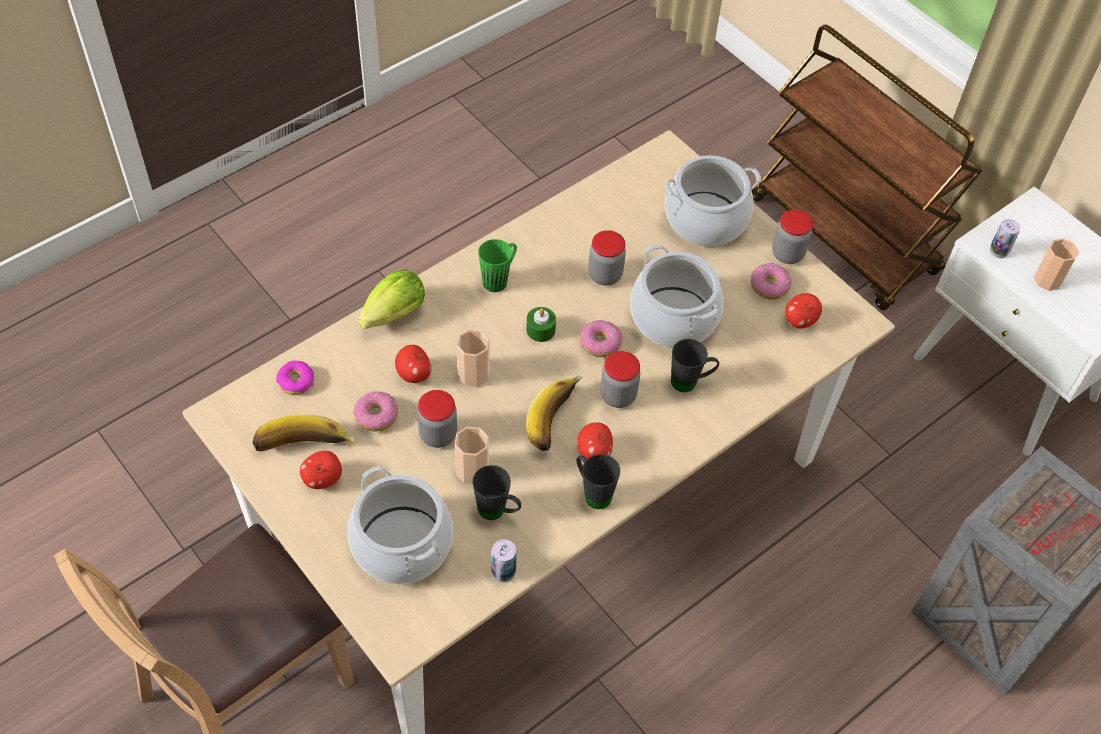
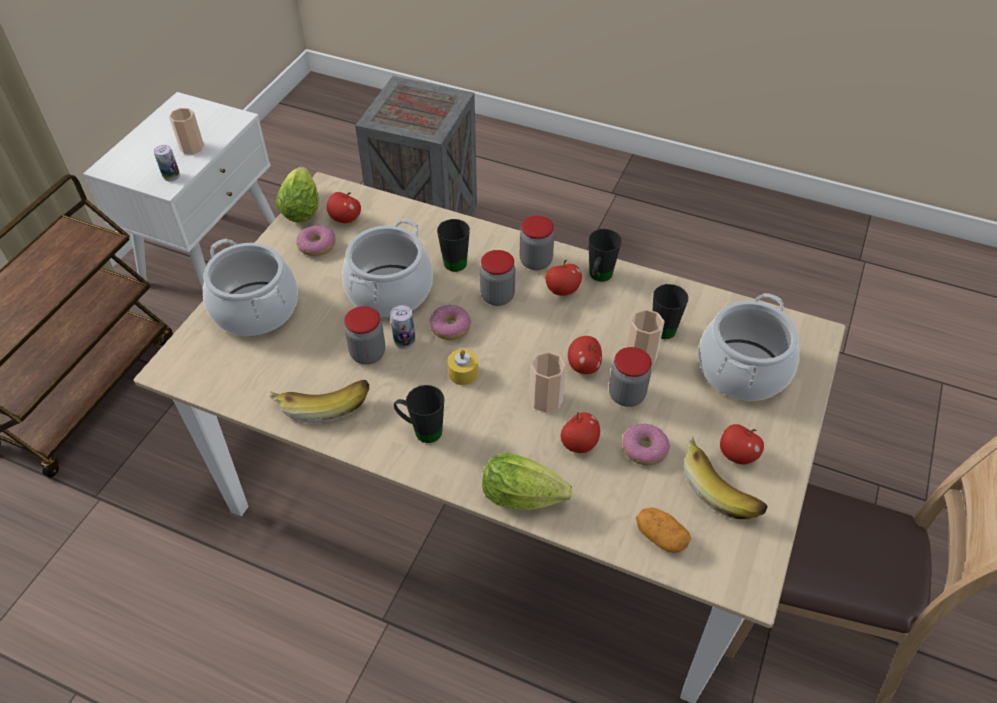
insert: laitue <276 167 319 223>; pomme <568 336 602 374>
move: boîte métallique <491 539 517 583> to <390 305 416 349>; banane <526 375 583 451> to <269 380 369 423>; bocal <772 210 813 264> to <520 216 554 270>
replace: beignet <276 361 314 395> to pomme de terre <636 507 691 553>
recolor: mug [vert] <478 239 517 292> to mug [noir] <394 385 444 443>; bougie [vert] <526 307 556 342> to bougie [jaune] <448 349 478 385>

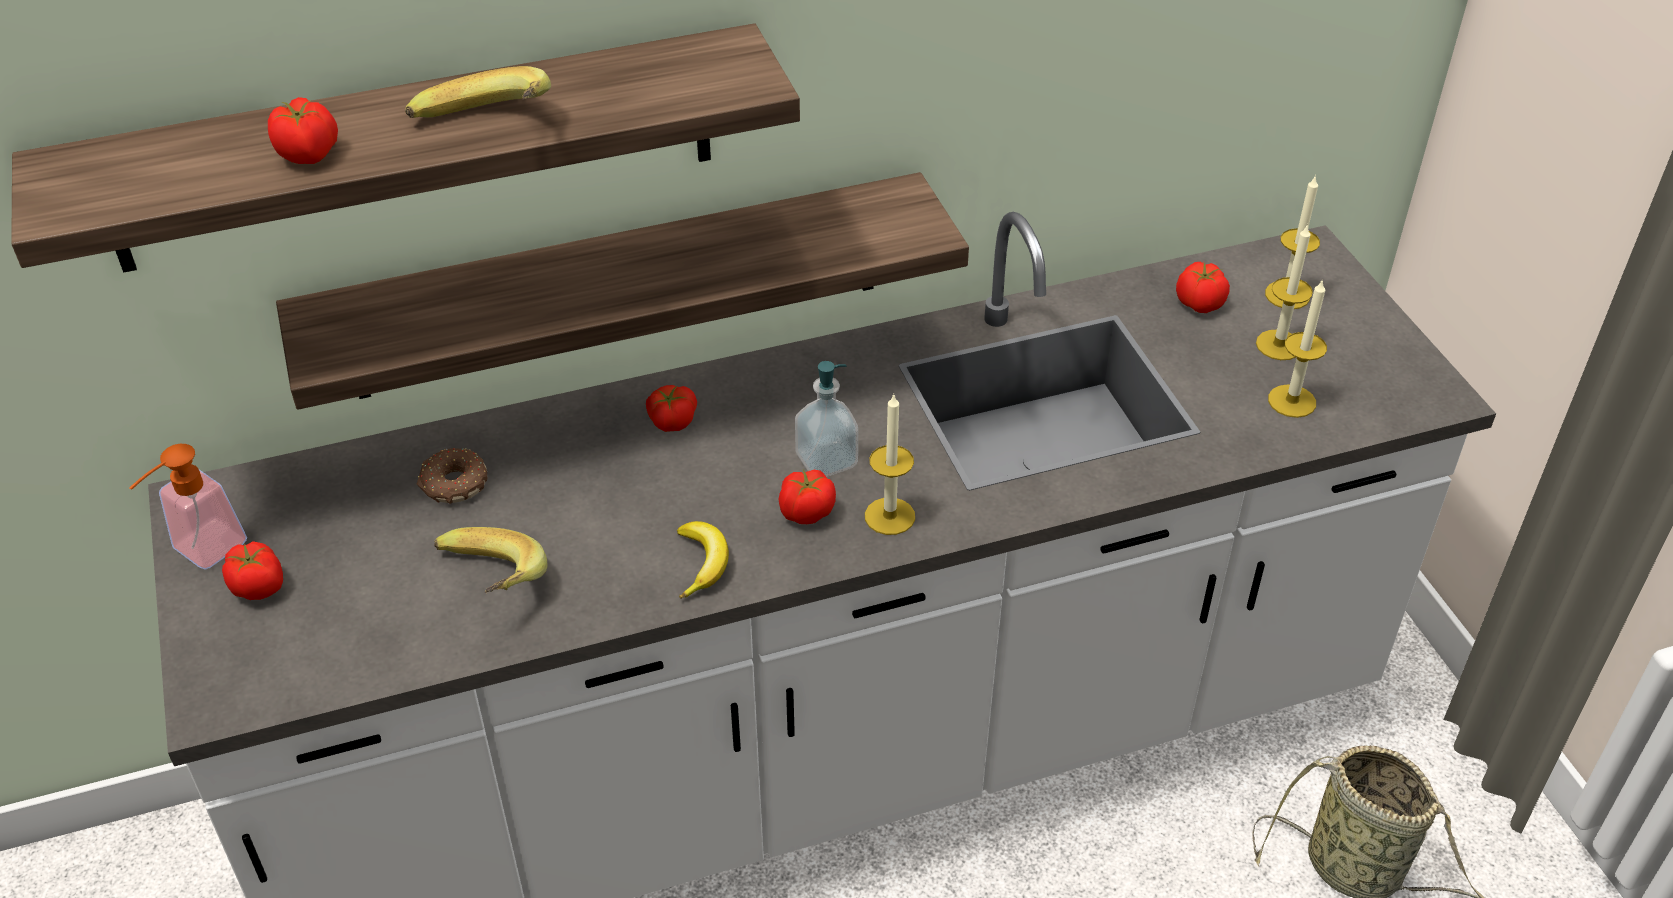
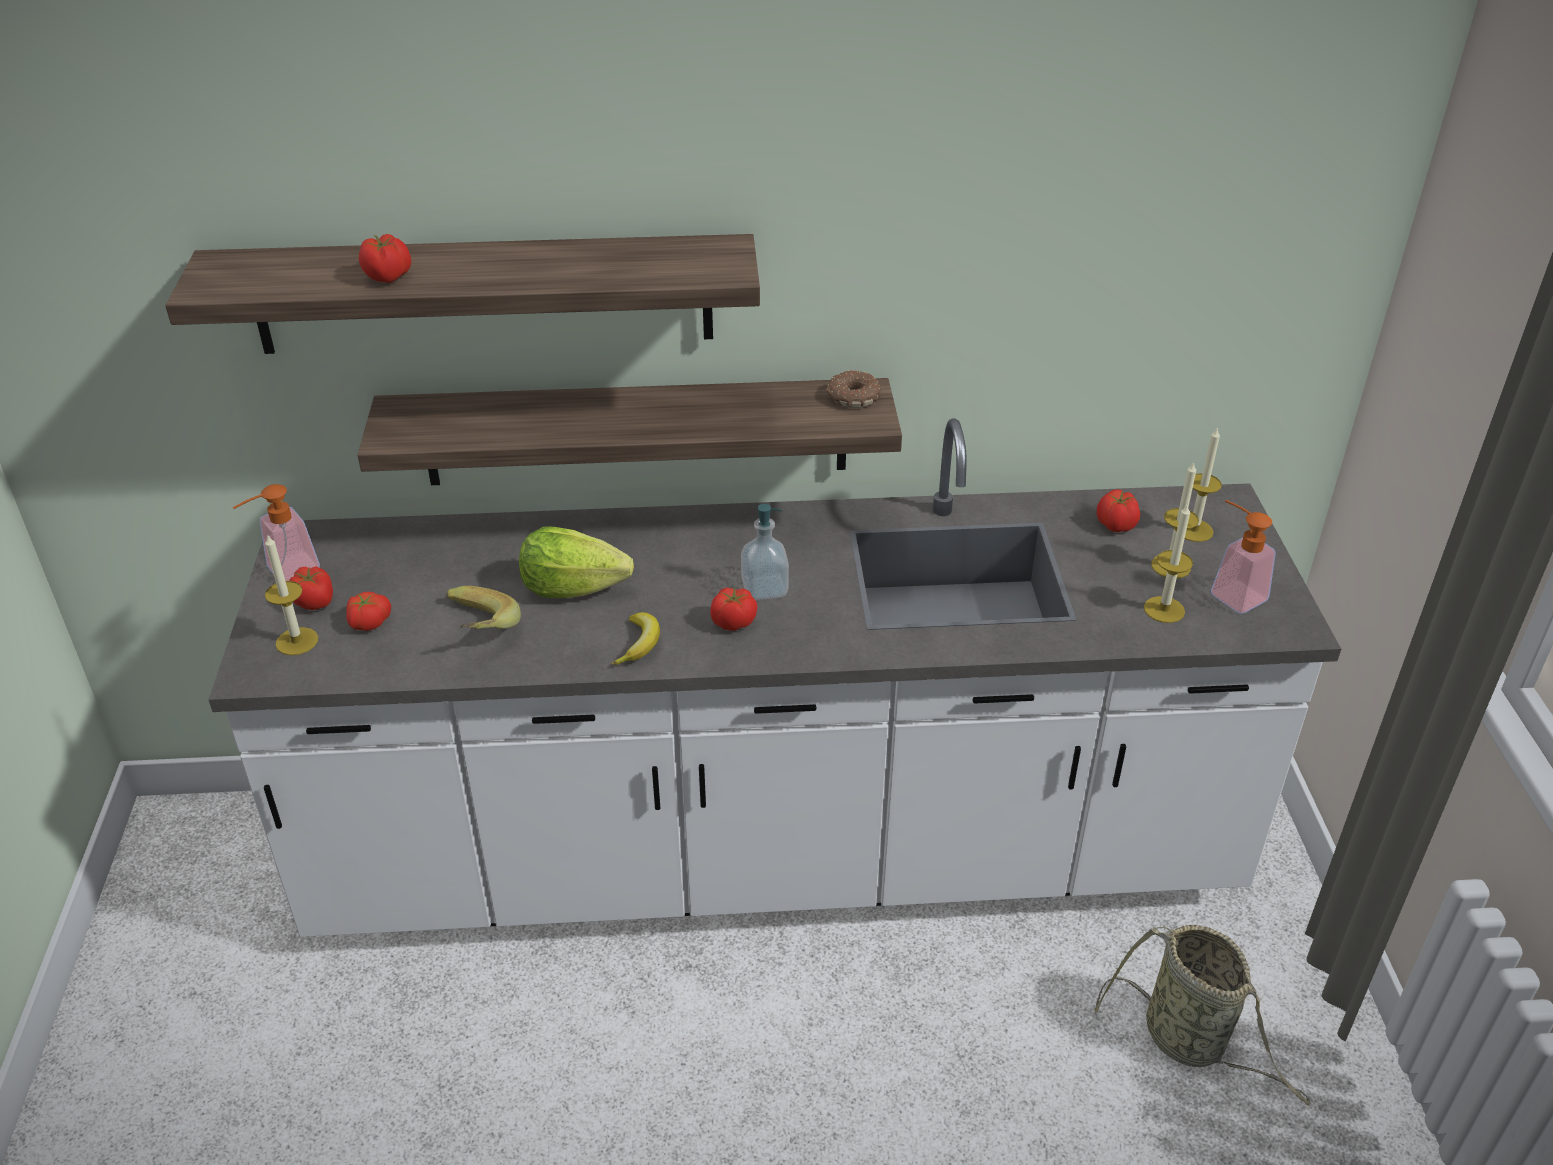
delete: banane <405 66 551 118>
insert: laitue <519 527 634 598>; distributeur de savon <1211 500 1276 614>
move: beignet <417 448 487 504> to <826 370 881 408>; tomate <646 385 697 432> to <346 592 391 631>; bougie <865 394 915 535> to <265 534 318 655>

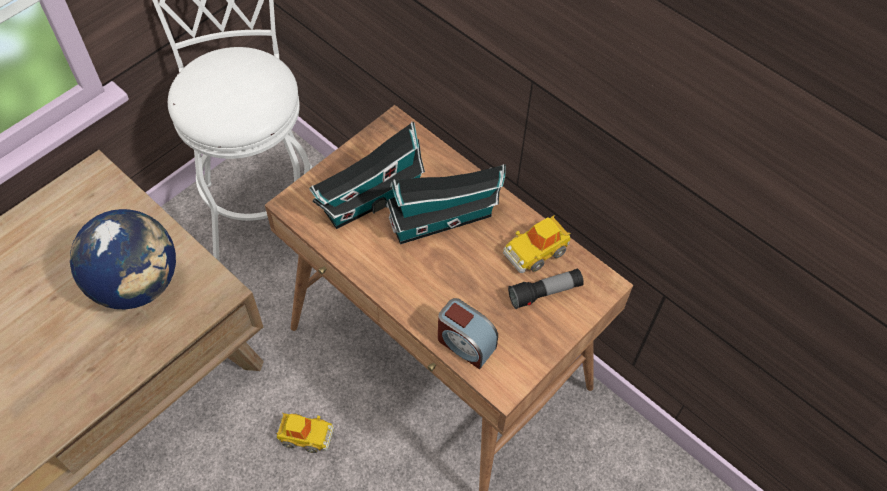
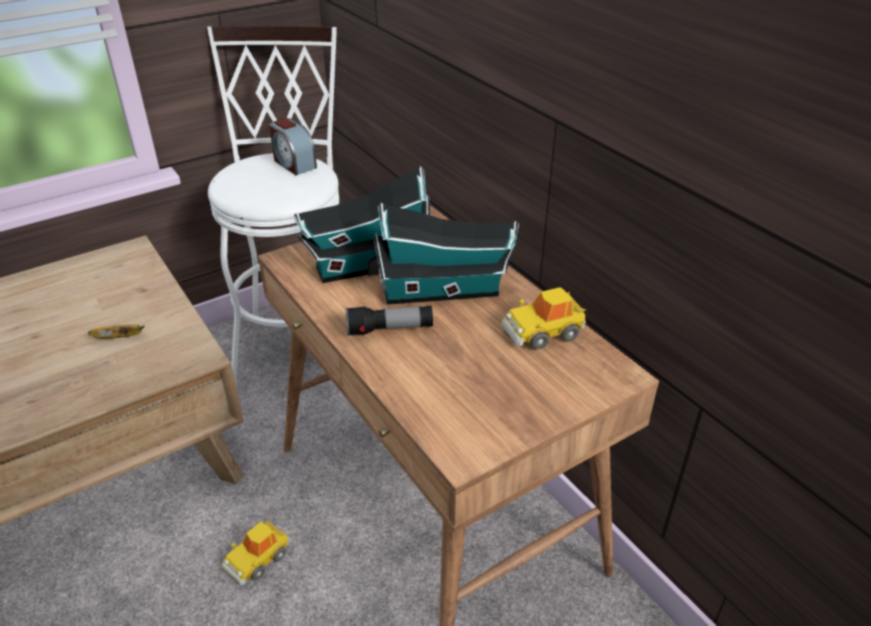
move: réveil <438 298 498 369> to <269 118 317 175>; lampe de poche <508 269 584 309> to <346 306 433 336>
replace: globe <70 209 176 309> to banane <88 325 144 339>
rotate: petite voiture <276 413 334 453> = <222 519 289 585> 105 degrees clockwise

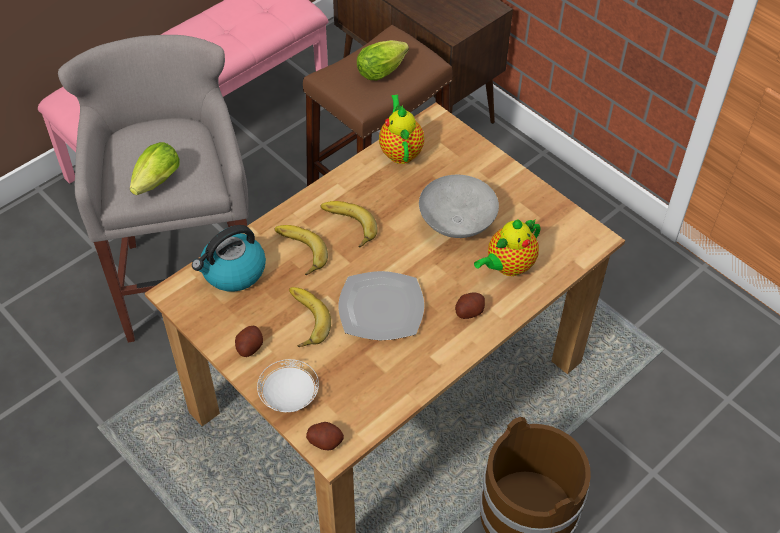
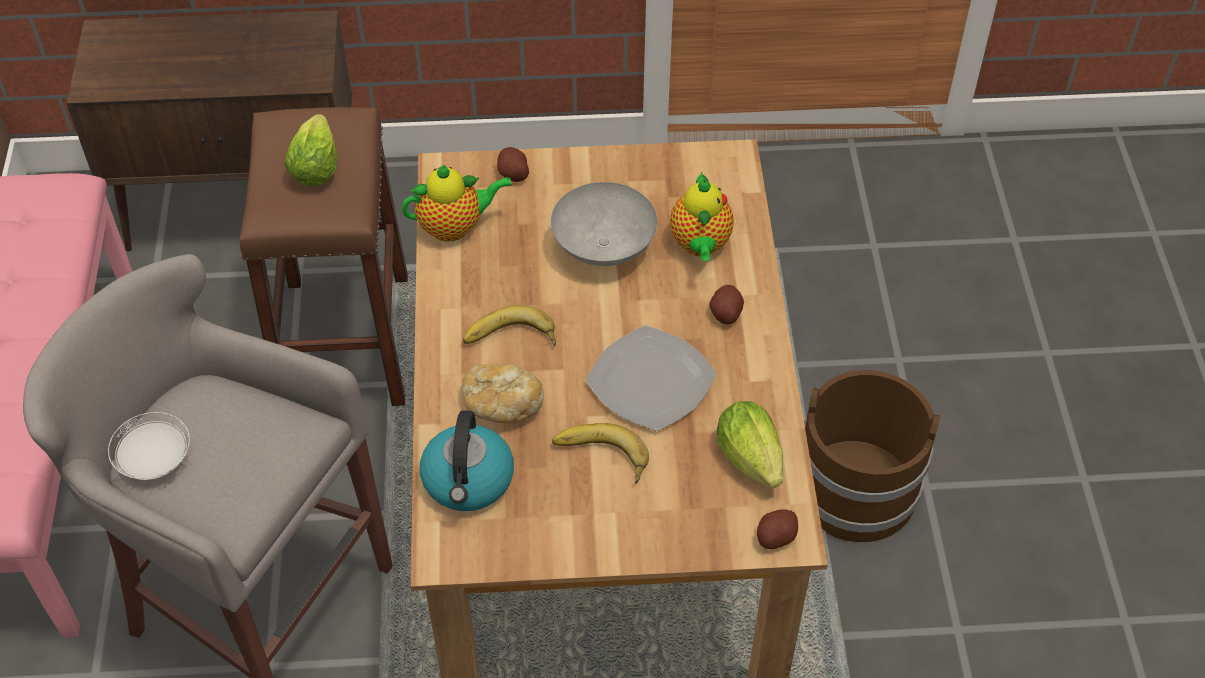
move: laitue <130 142 180 195> to <717 401 783 488>; pomme de terre <235 326 263 357> to <497 147 529 182>; assiette [blanc] <257 359 319 412> to <108 412 190 480>
replace: banane <275 225 328 275> to pain <462 364 544 423>
rotate: théière <379 95 424 164> = <402 165 512 242> 135 degrees clockwise

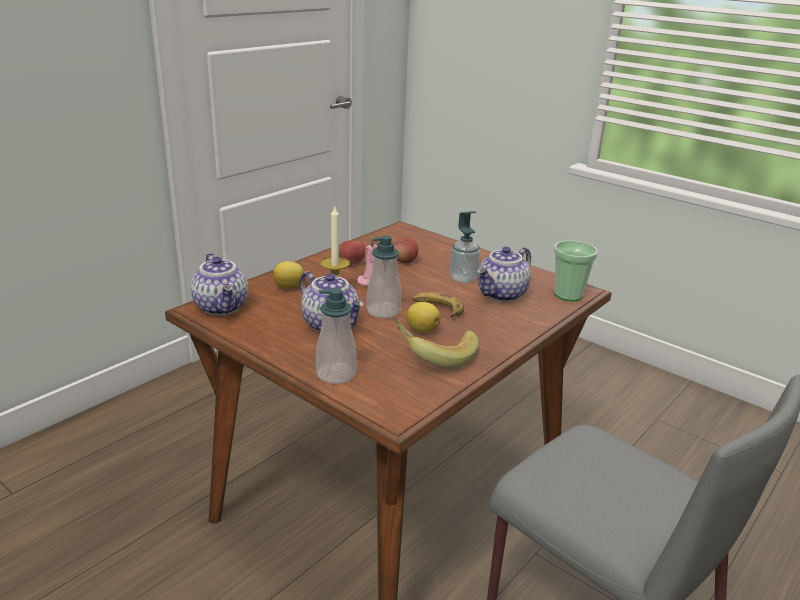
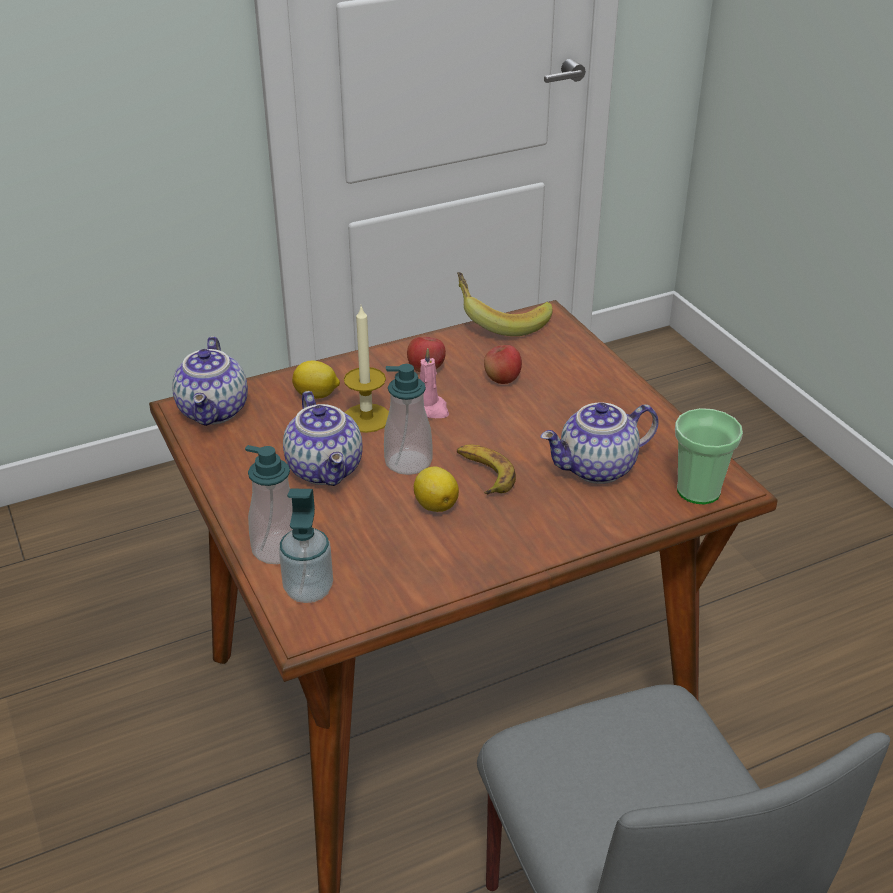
move: banane <392 317 479 367> to <457 272 552 336>; distributeur de savon <449 211 480 283> to <279 488 333 603>

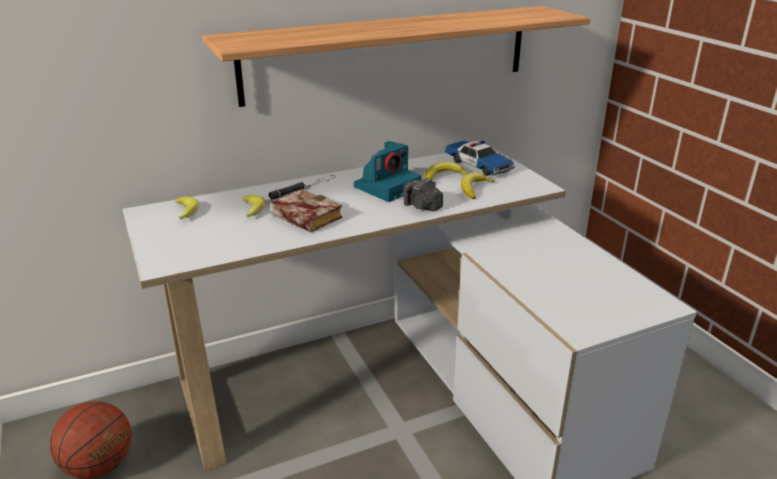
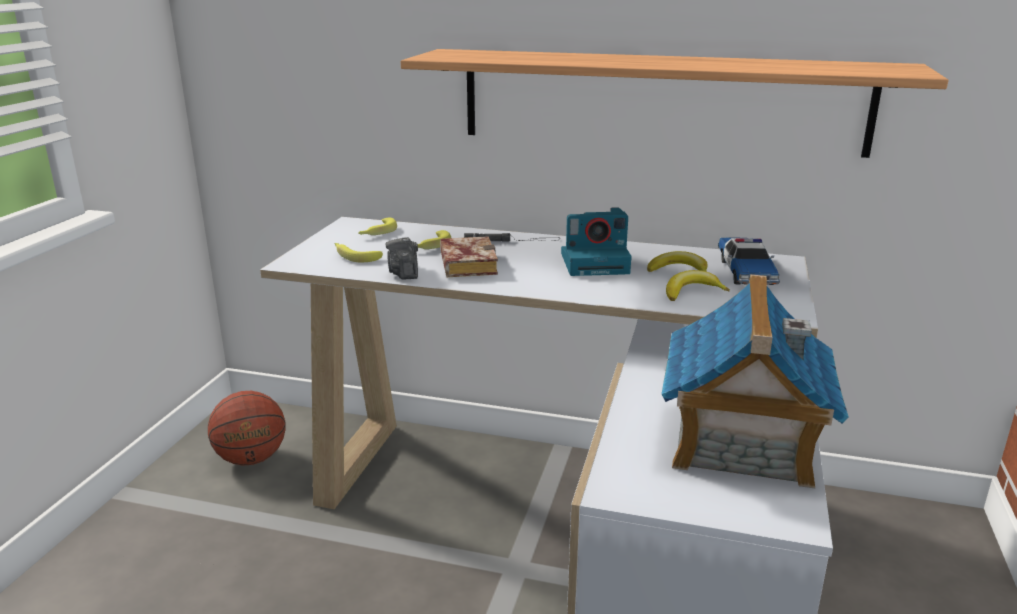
insert: banane <334 243 383 262>; maison miniature <662 275 849 488>
move: appareil photo <403 178 443 211> to <386 237 418 280>

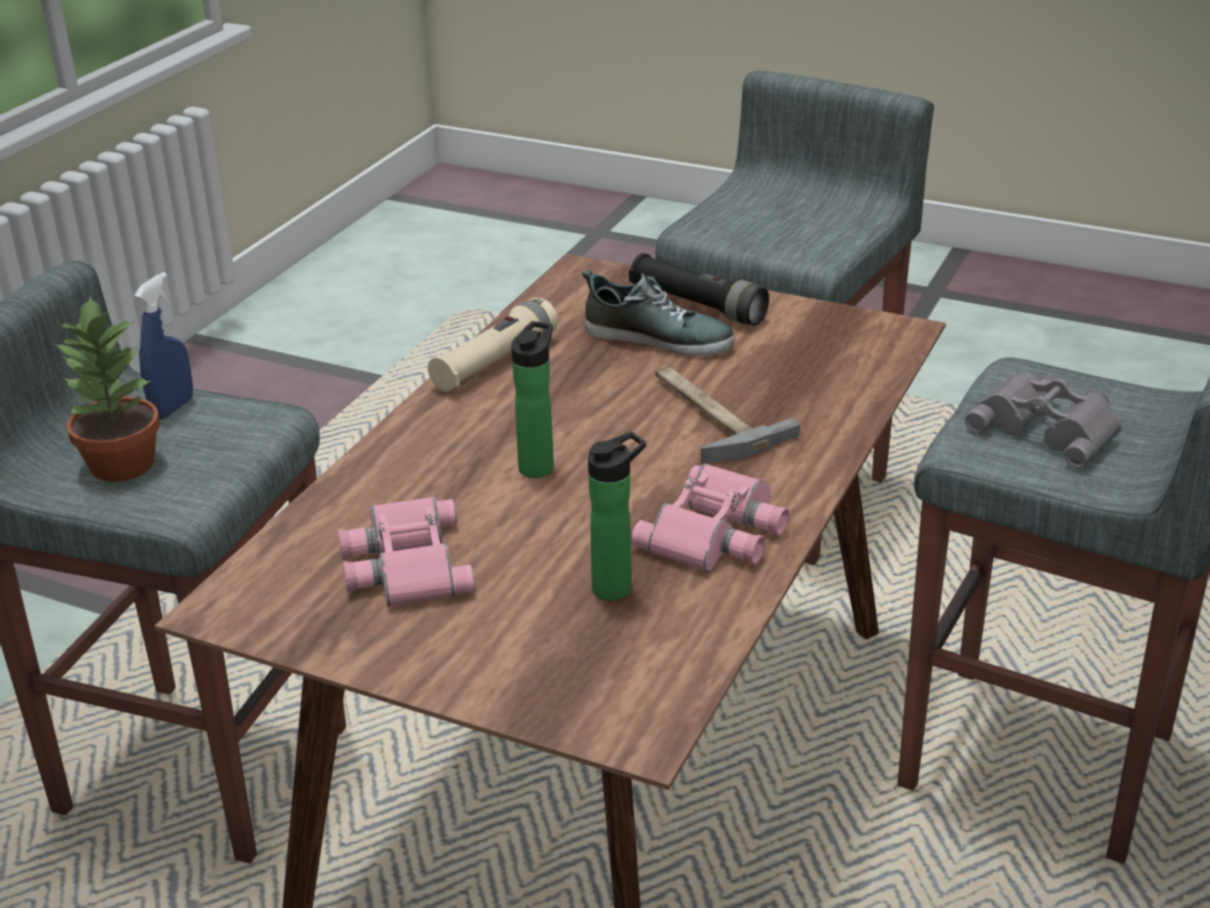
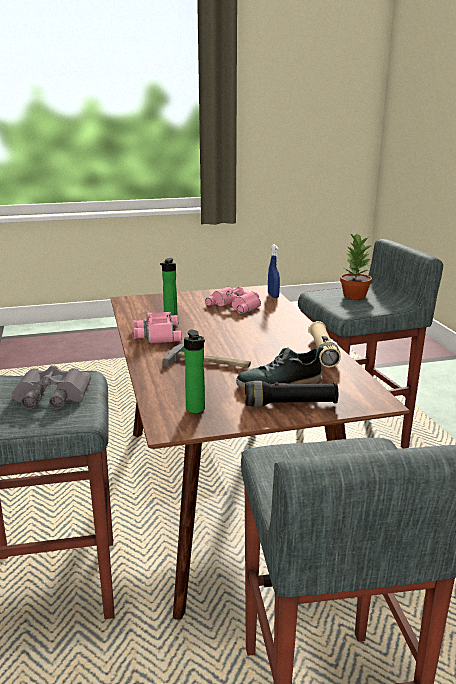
move: vaporisateur [bleu] <134 272 193 420> to <268 244 280 298>; bouteille <511 321 554 478> to <184 329 205 413>

